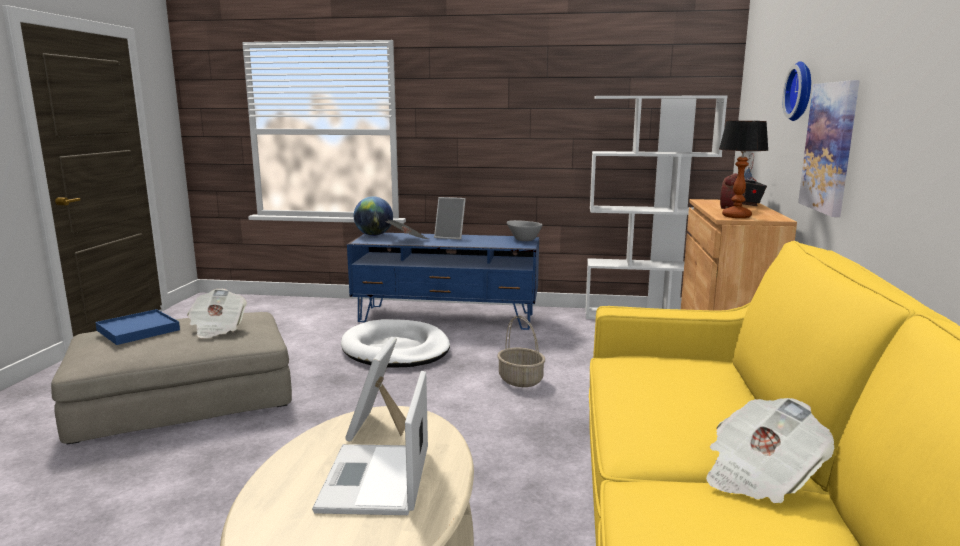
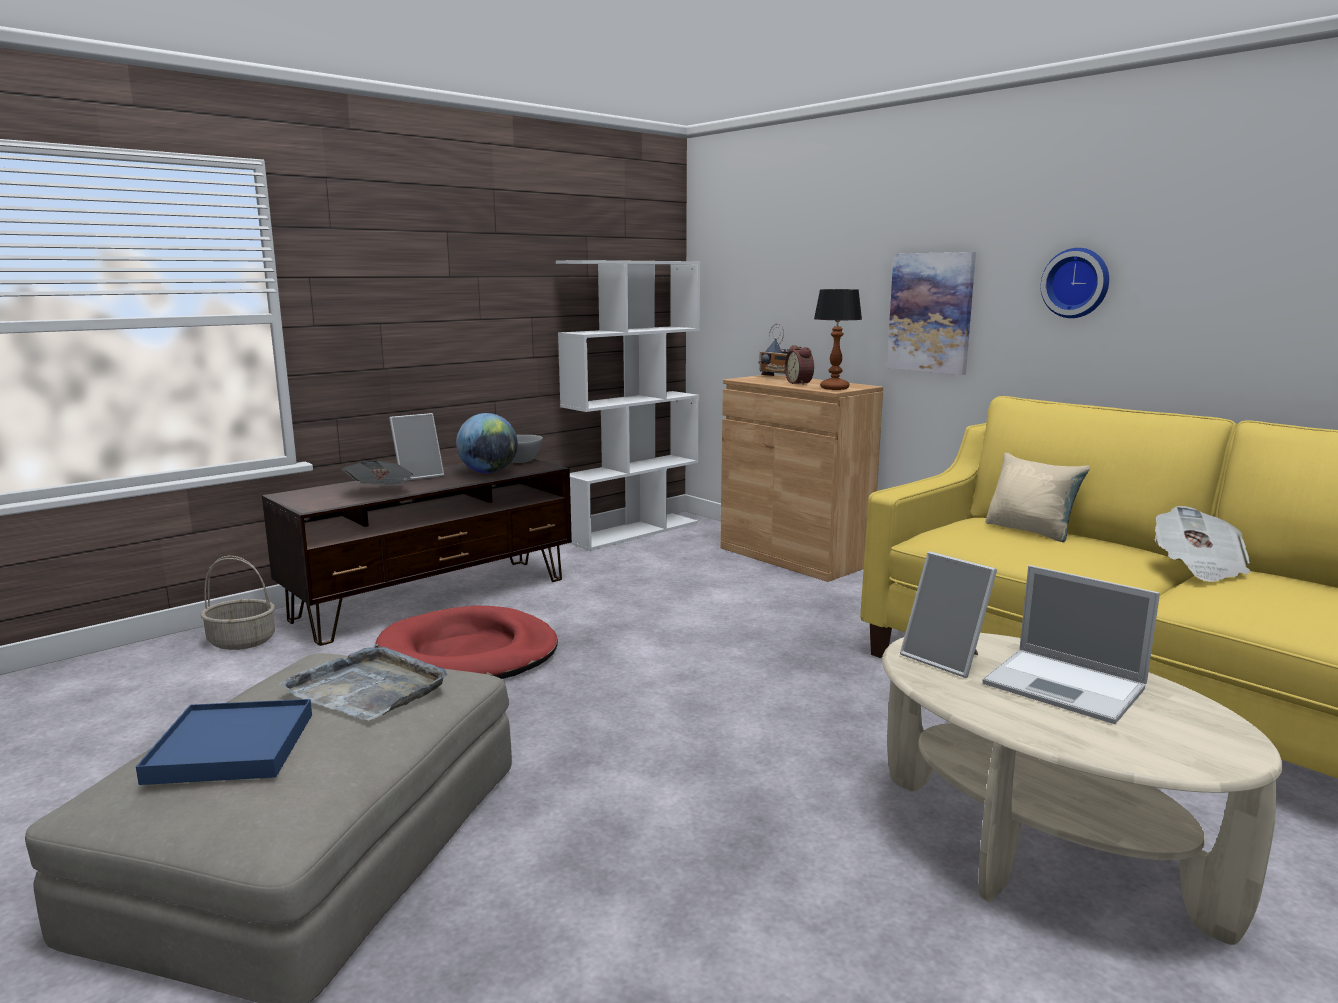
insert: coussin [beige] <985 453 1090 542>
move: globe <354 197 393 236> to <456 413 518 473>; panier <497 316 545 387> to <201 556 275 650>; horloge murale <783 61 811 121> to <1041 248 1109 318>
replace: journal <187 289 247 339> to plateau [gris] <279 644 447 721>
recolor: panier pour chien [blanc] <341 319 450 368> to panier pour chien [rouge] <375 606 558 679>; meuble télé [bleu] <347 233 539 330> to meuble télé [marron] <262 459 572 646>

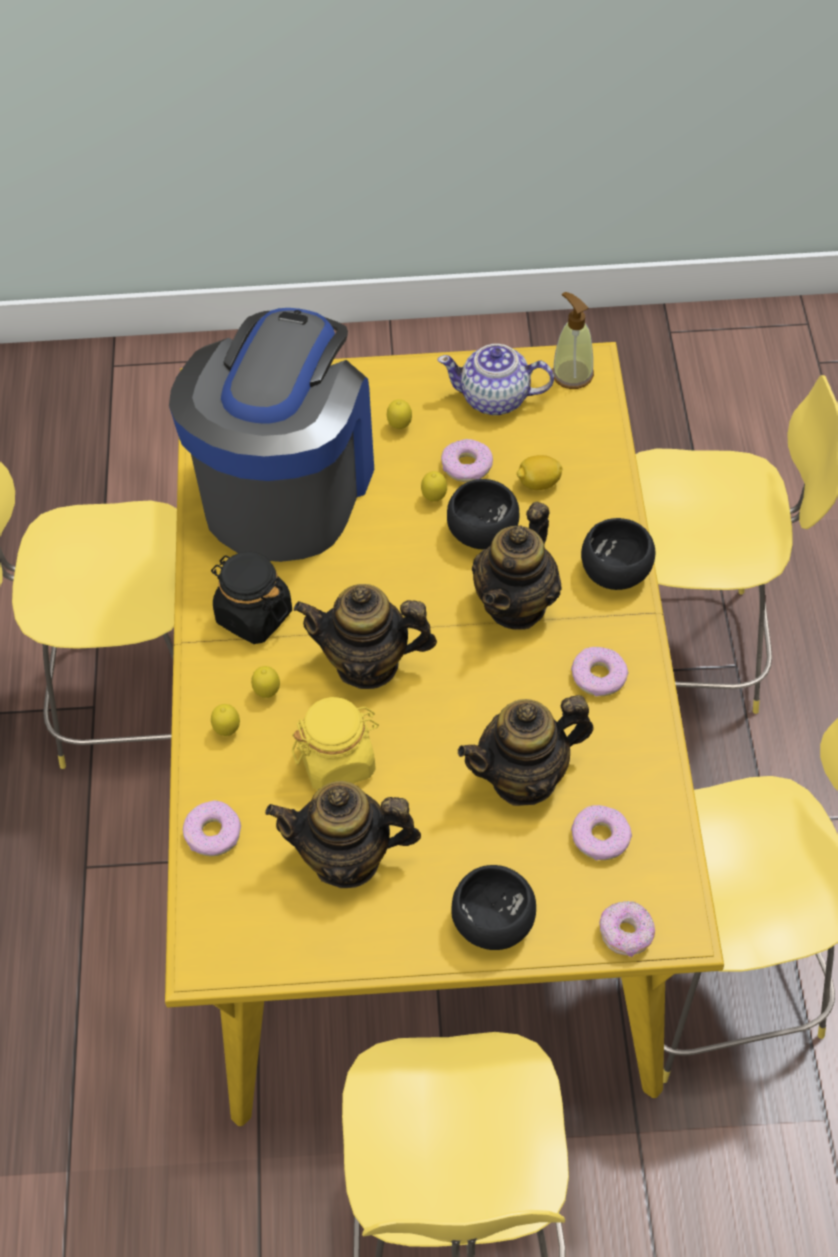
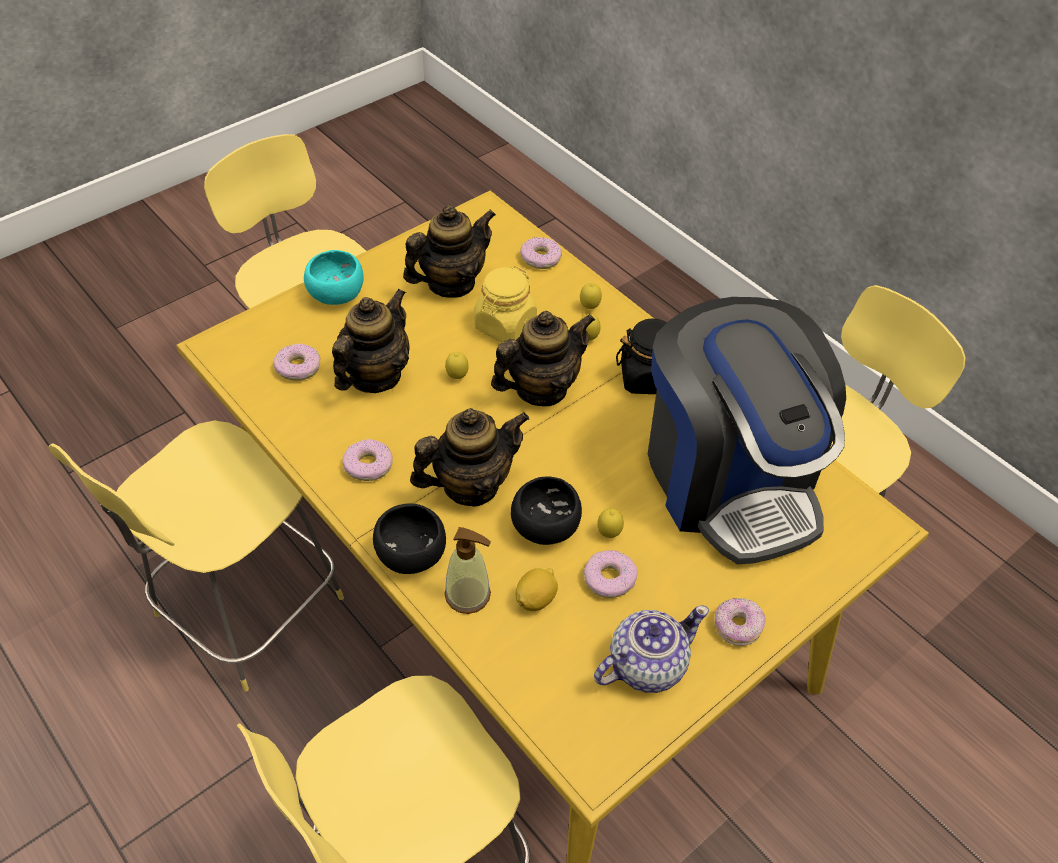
move: citron <387 399 412 429> to <445 352 469 379>; distributeur de savon <552 292 594 389> to <445 527 491 614>; beignet <599 901 655 957> to <714 598 765 646>
recolor: bol [noir] <451 865 536 950> to bol [turquoise] <304 250 364 305>
rotate: théière <472 502 562 630> = <410 408 529 506> 75 degrees clockwise

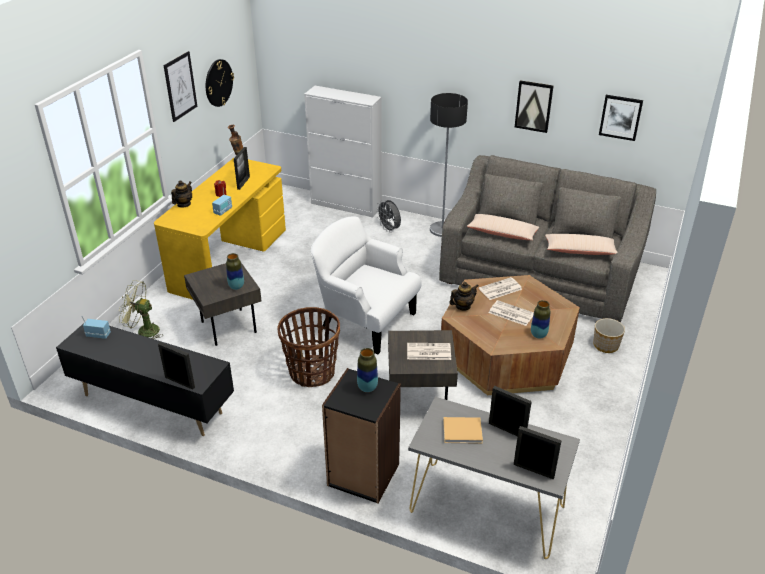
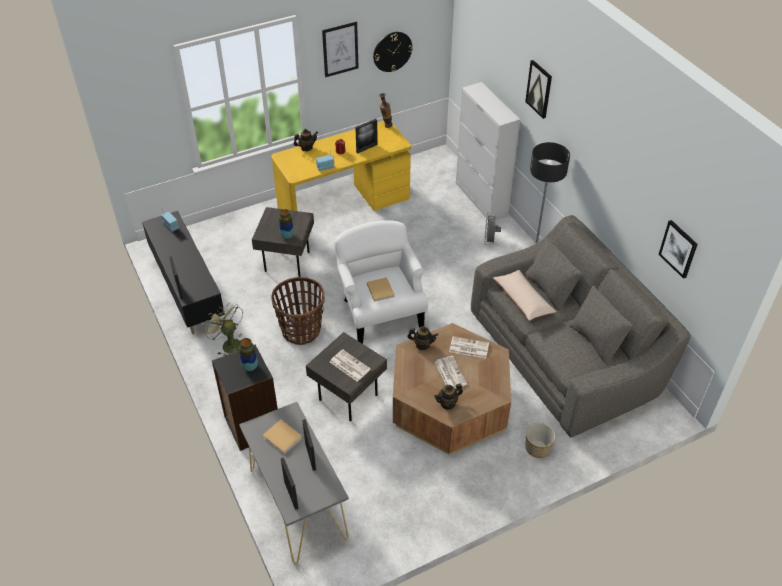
delete: coussin [beige] <545 234 618 255>
insert: livre [beige] <367 277 395 302>
move: ventilateur [vert] <119 280 163 339> to <203 302 243 356>; tableau <515 80 554 133> to <525 60 552 119>
replace: vase <531 300 550 339> to théière <434 383 463 410>

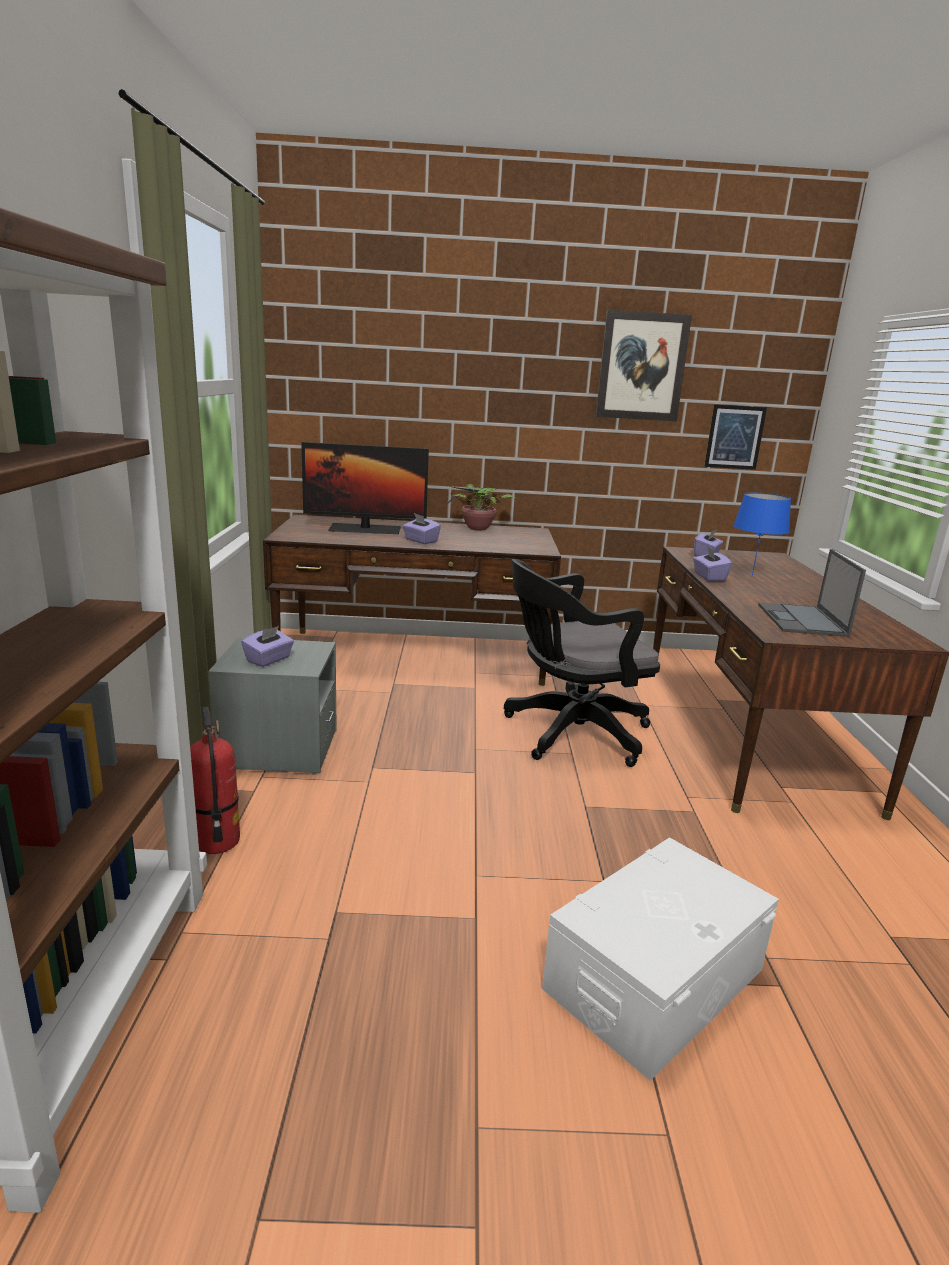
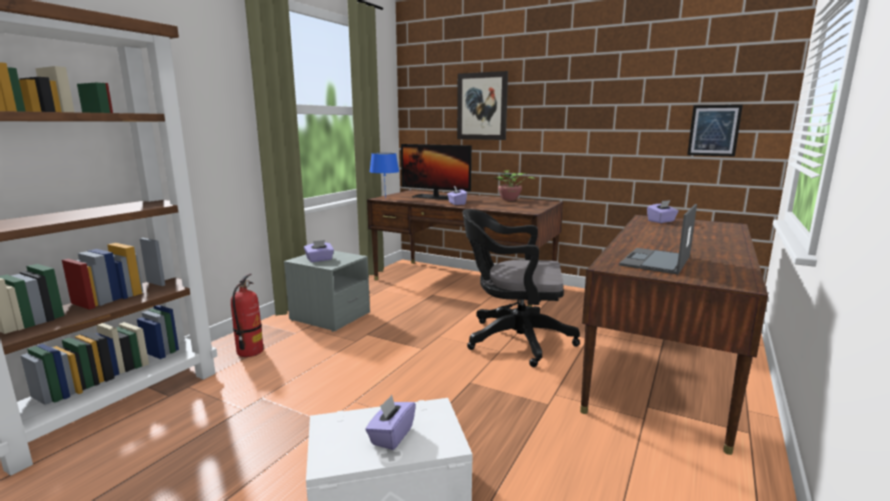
move: tableau <596 310 692 421> to <457 71 508 140>; boîte à mouchoirs [violet] <693 547 732 581> to <365 395 416 450>; lampe de table [bleu] <734 492 791 575> to <370 153 399 199>

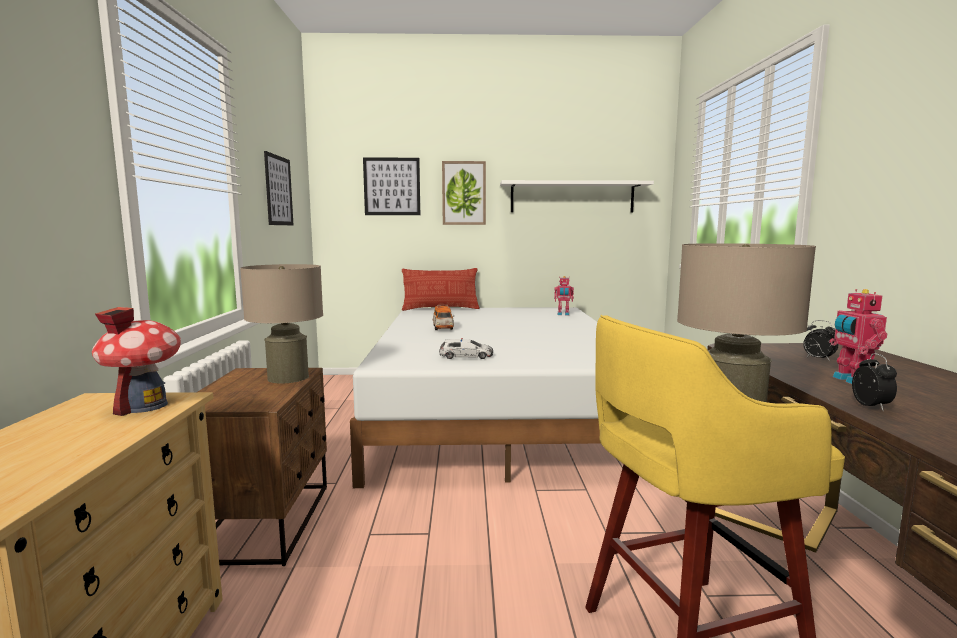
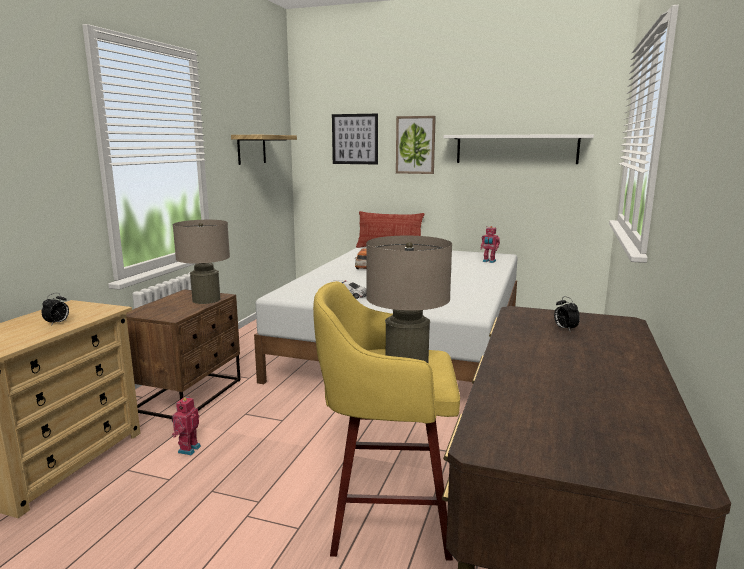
delete: maison miniature <92 307 181 416>
move: robot jouet <829 289 887 384> to <172 397 201 455>; réveil <852 353 897 411> to <42 293 69 326>
replace: tableau <264 151 294 225> to étagère <231 135 297 165>

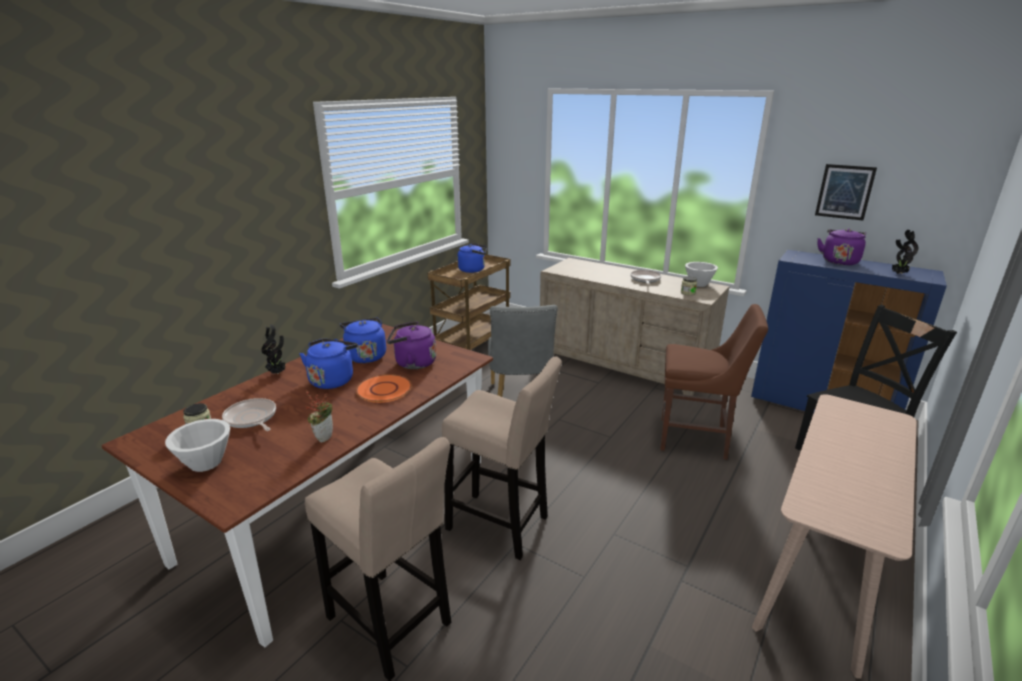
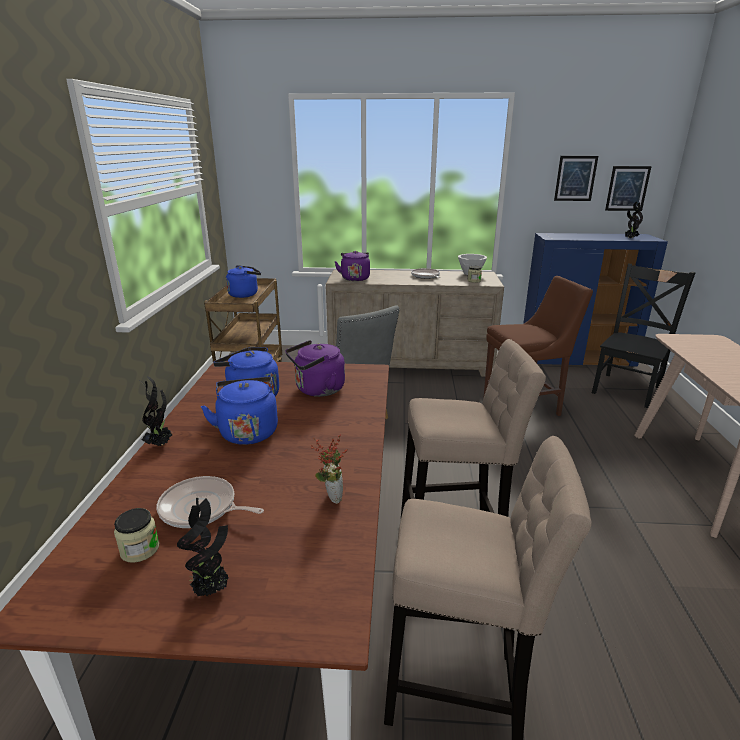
delete: assiette [orange] <356 374 412 403>
insert: tableau <605 166 652 211>
move: bouilloire [violet] <817 228 866 265> to <334 251 370 281>
replace: bol [blanc] <165 419 230 472> to plante en pot <177 498 228 596>

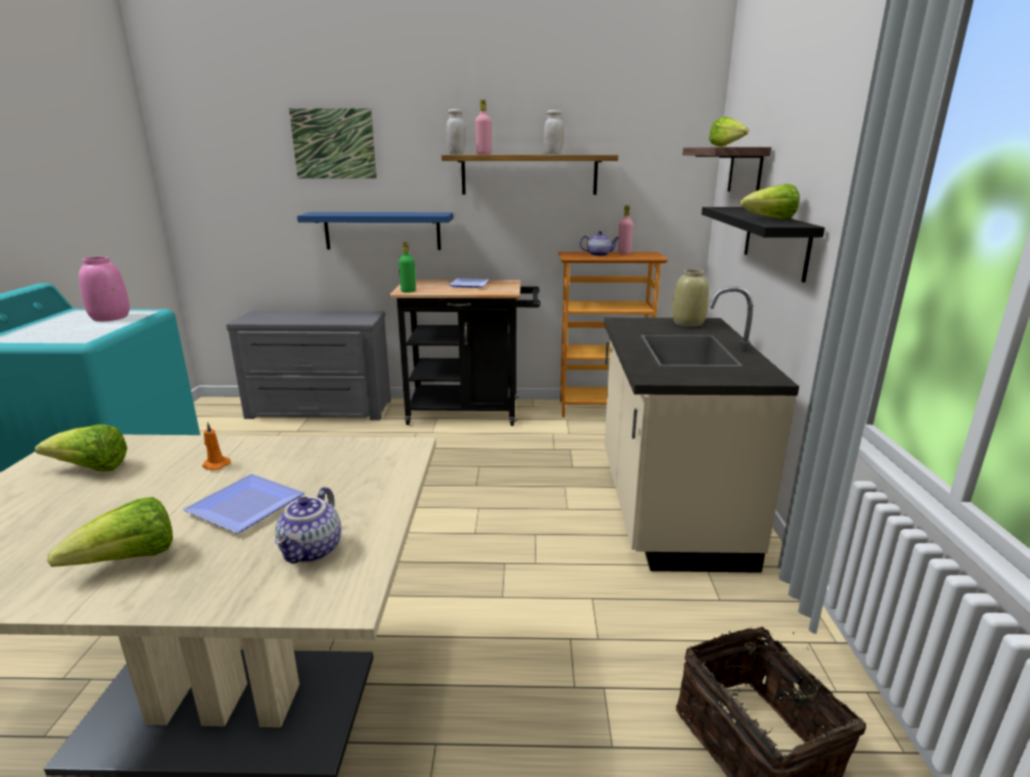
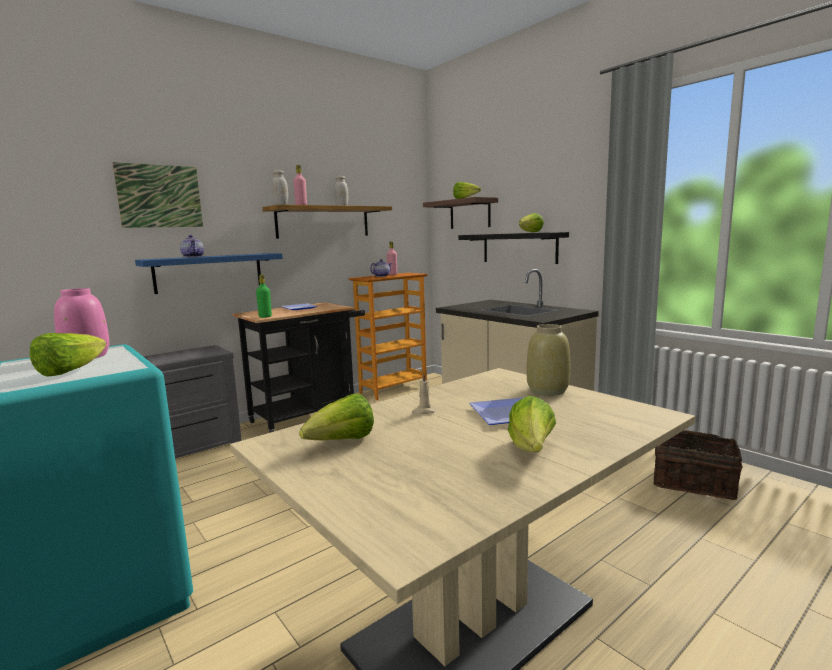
insert: laitue <30 333 106 377>
move: théière <275 487 341 564> to <180 235 204 257>; vase [beige] <672 269 709 327> to <527 324 570 396>
recolor: bougie [orange] <202 422 231 470> to bougie [beige] <412 373 436 414>

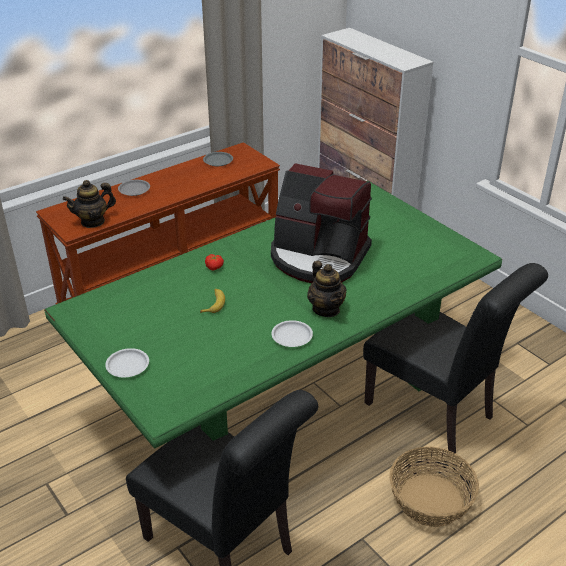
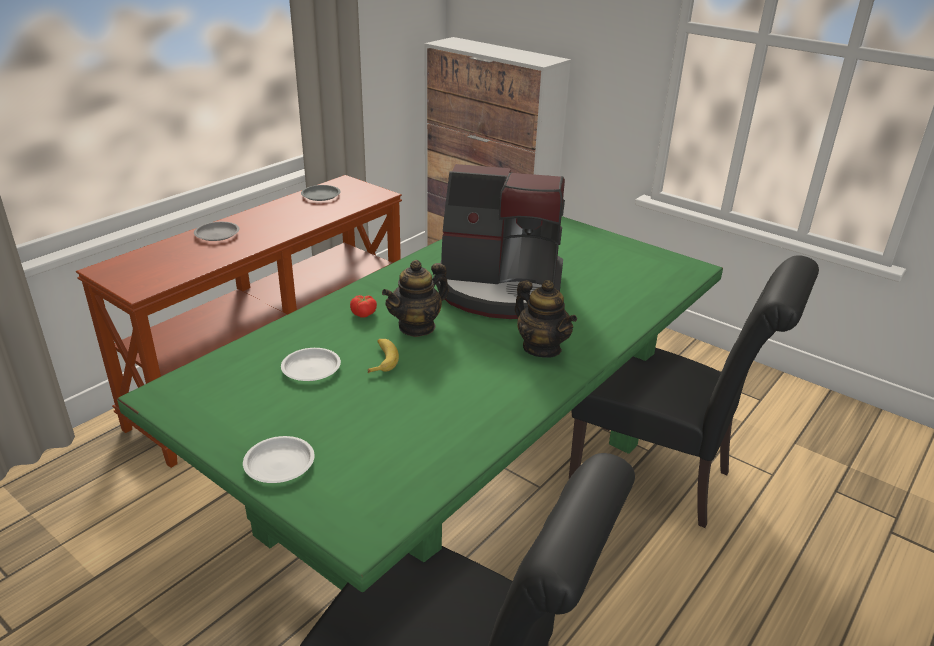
delete: panier <389 446 479 527>
move: théière <63 180 116 228> to <382 260 449 337>; assiette [blanc] <271 320 313 347> to <281 348 341 381>

